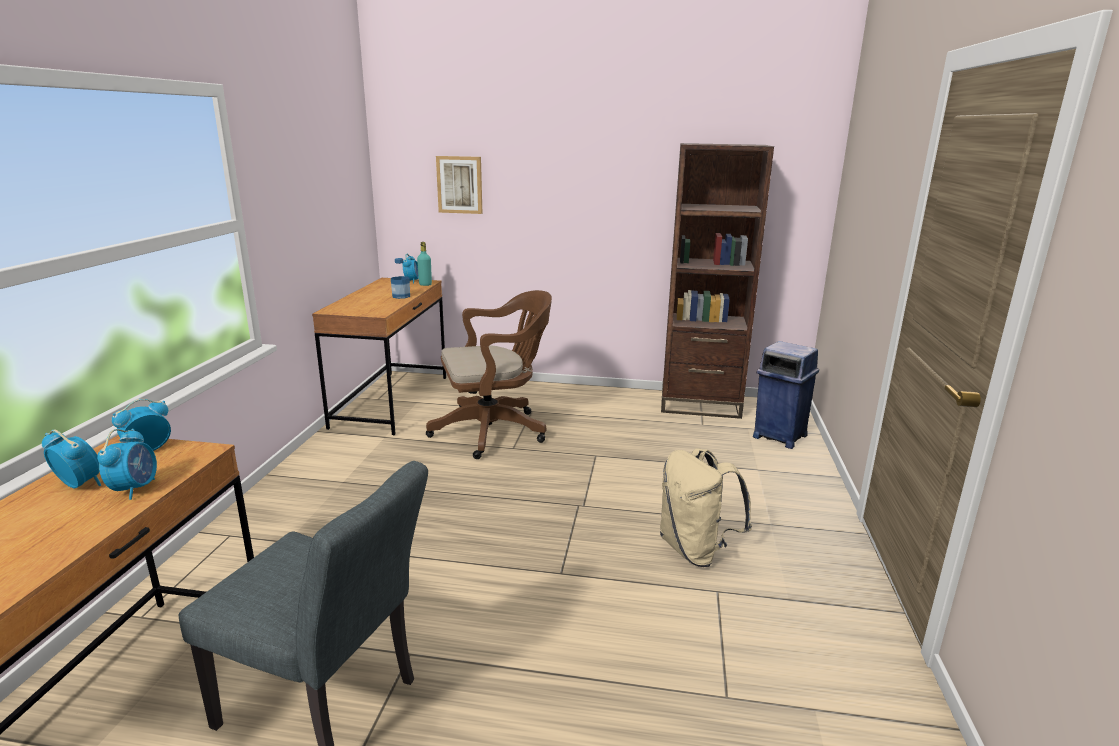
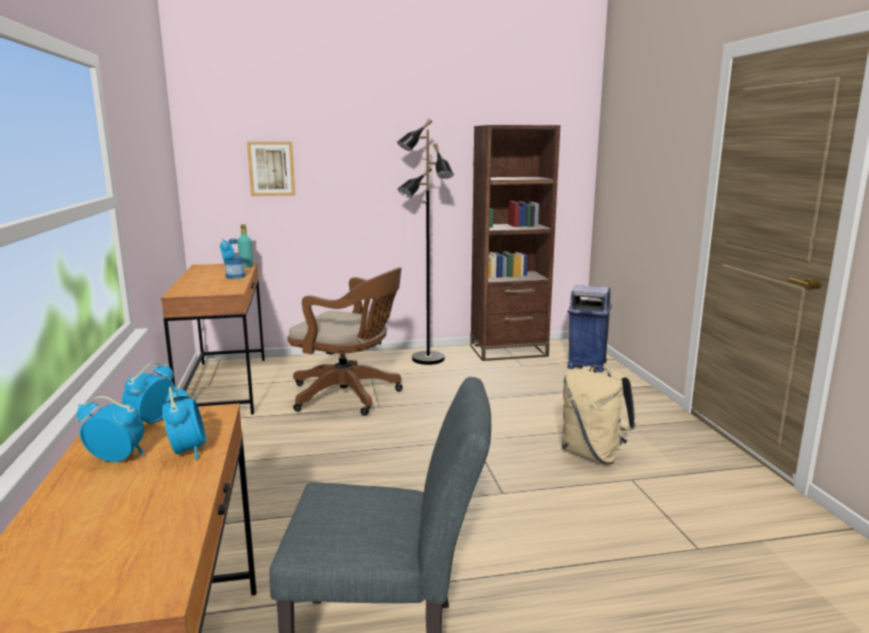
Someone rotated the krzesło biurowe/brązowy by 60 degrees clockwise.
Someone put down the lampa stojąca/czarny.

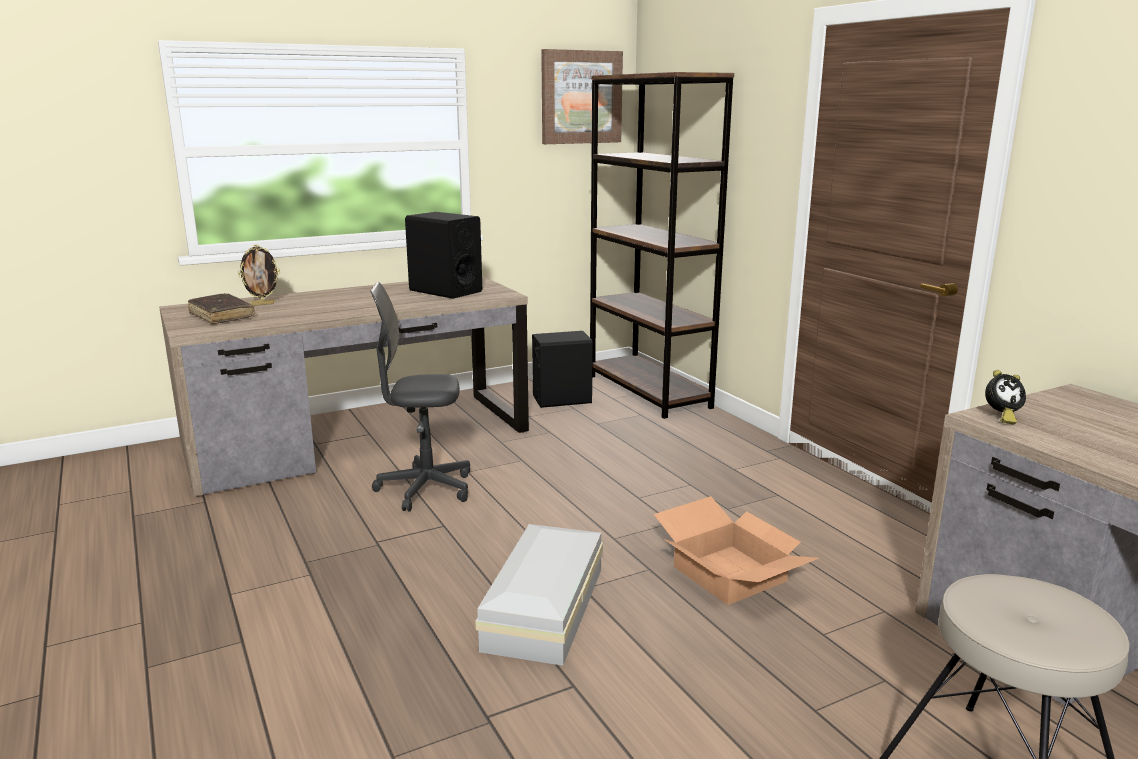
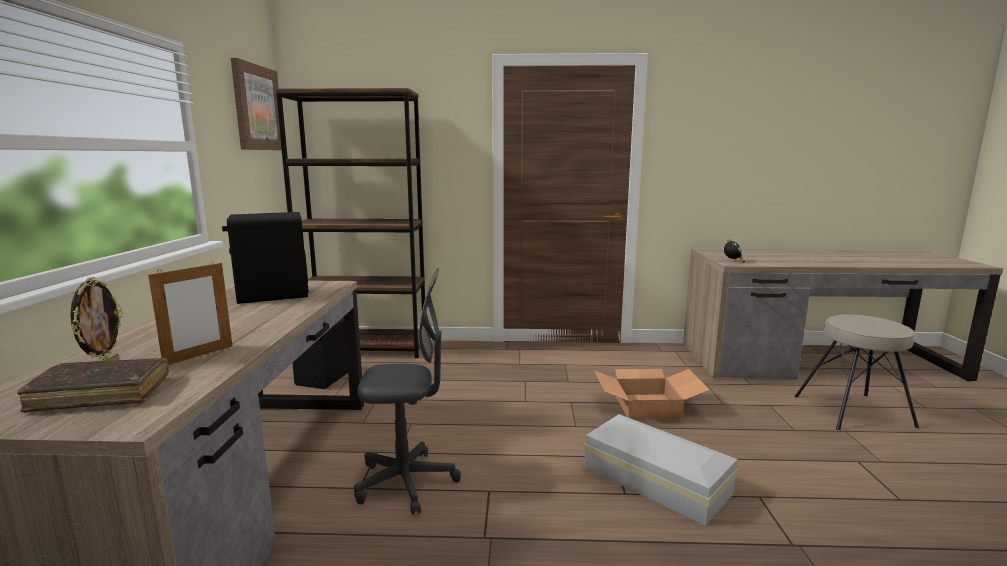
Someone put down the ramka na zdjęcie (2nd from left).
Someone rotated the krzesło biurowe/szary by 120 degrees counterclockwise.

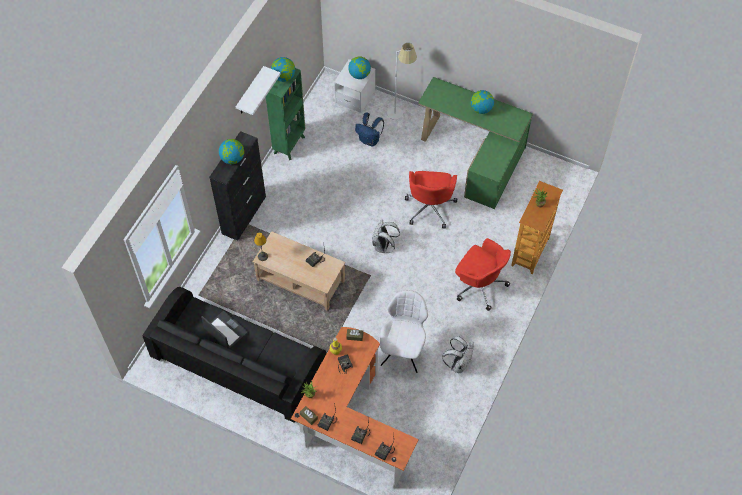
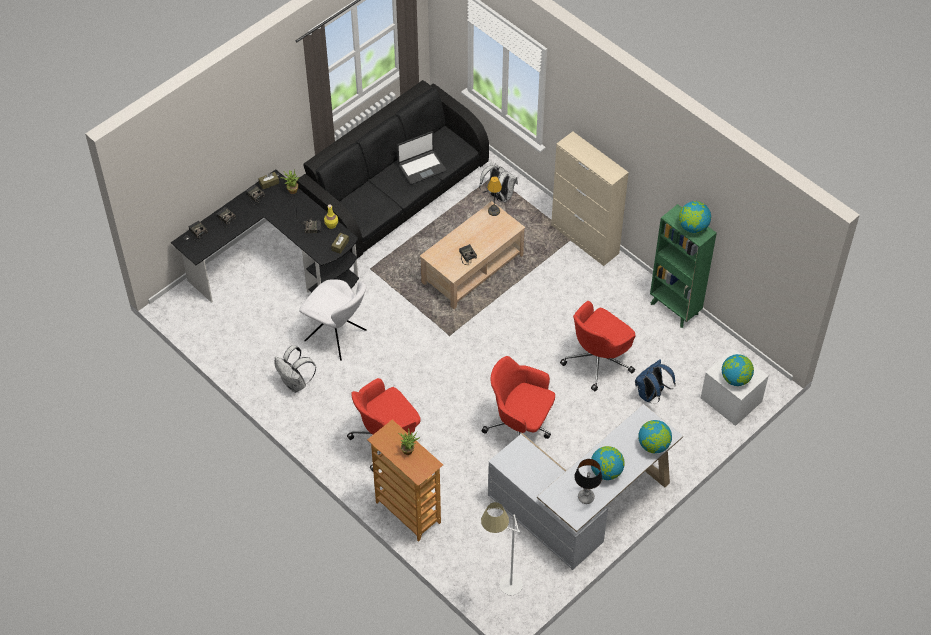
Someone repainted the biurko/pomarańczowy, which became the biurko/czarny.
Someone carried the plecak/biały (1st from left in the first image).
Someone carried the lampa stojąca/biały.
Someone repainted the biurko/zielony, which became the biurko/biały.
Someone repainted the szafka/czarny, which became the szafka/beżowy.
Someone put down the krzesło biurowe/czerwony (3rd from left).
Someone put down the lampa stołowa (2nd from left).
Someone carried the globus (1st from left in the first image).
Someone took away the półka/biały.

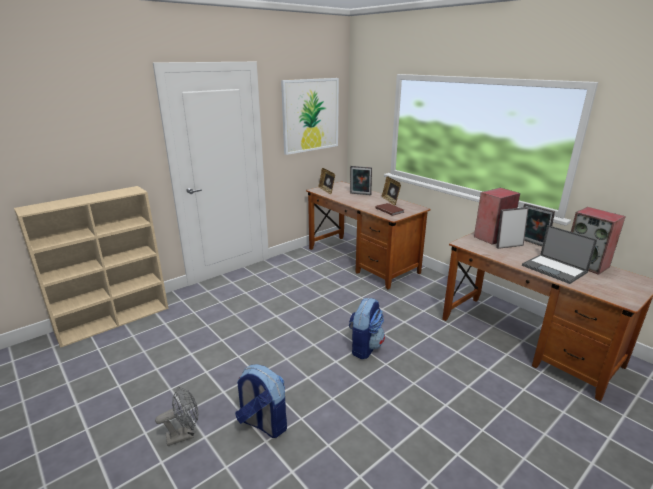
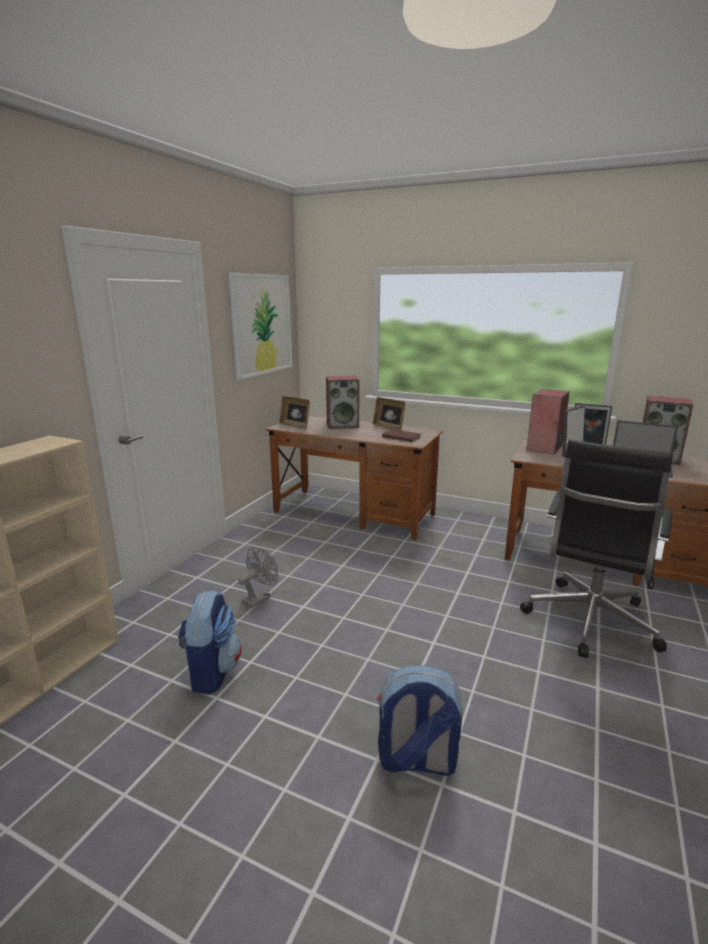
Someone carried the plecak (2nd from left in the first image).
Someone carried the wentylator/szary.
Someone swapped the ramka na zdjęcie (2nd from left) for the głośnik (1st from left).
Someone put down the krzesło biurowe/czarny.

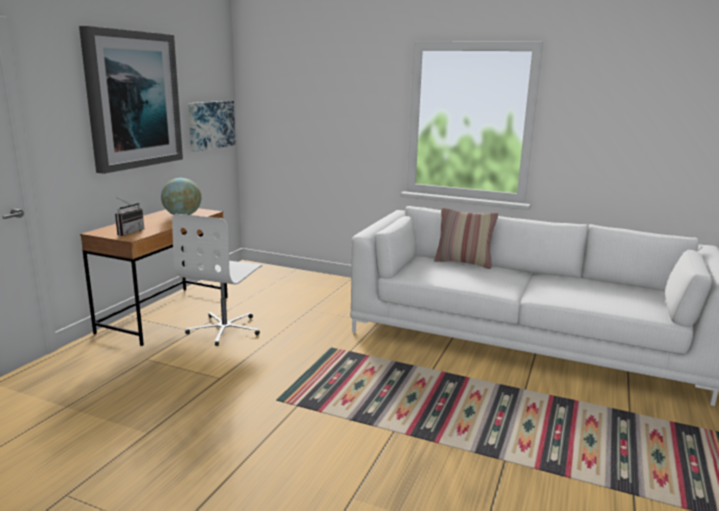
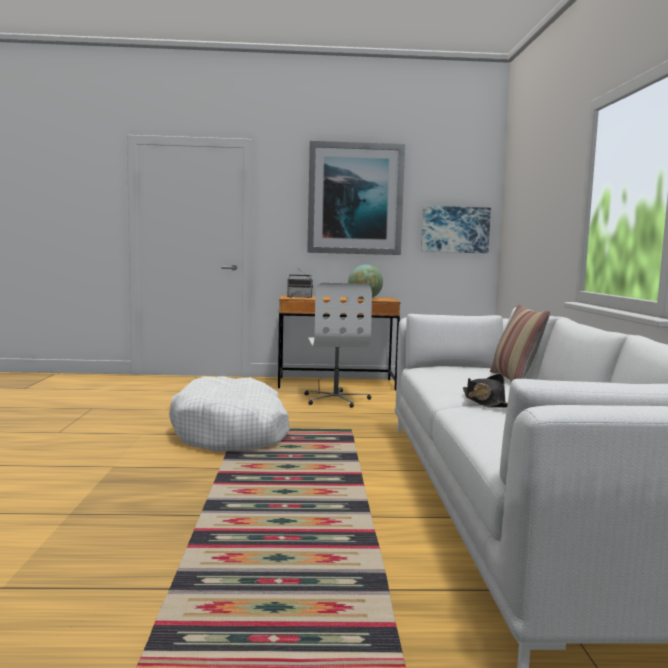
Someone put down the legowisko/biały.
Someone rotated the krzesło biurowe/biały by 90 degrees counterclockwise.
Someone put down the kapelusz/czarny.

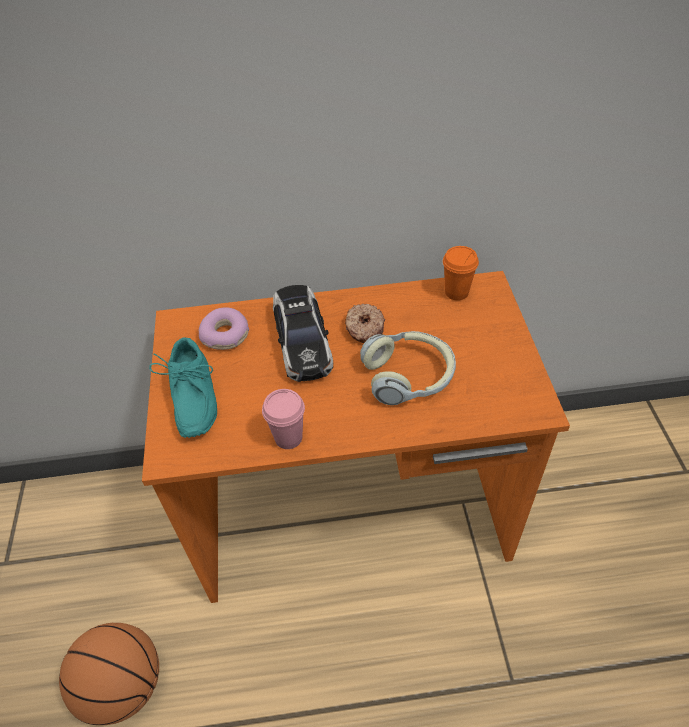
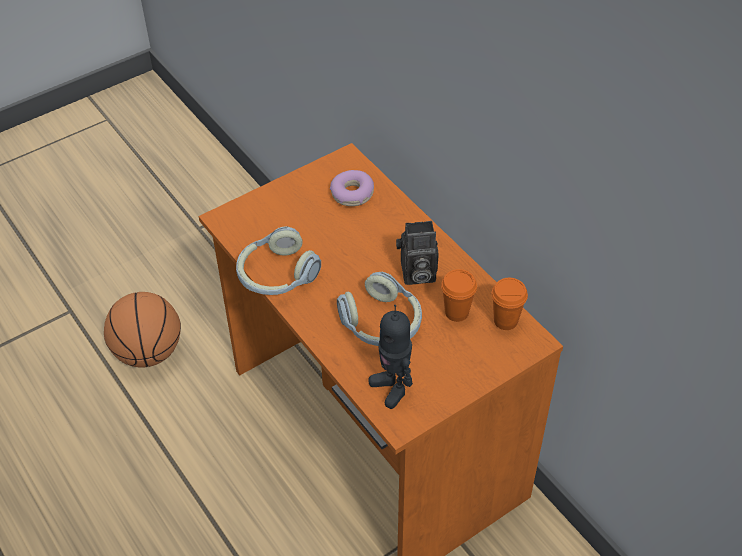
Someone swapped the filiżanka/różowy for the słuchawki (1st from left).
Someone put down the robot zabawkowy.
Someone swapped the donut (2nd from left) for the aparat fotograficzny.
Someone put down the filiżanka/pomarańczowy (1st from left).
Someone took away the but/turkusowy.
Someone took away the samochodzik.

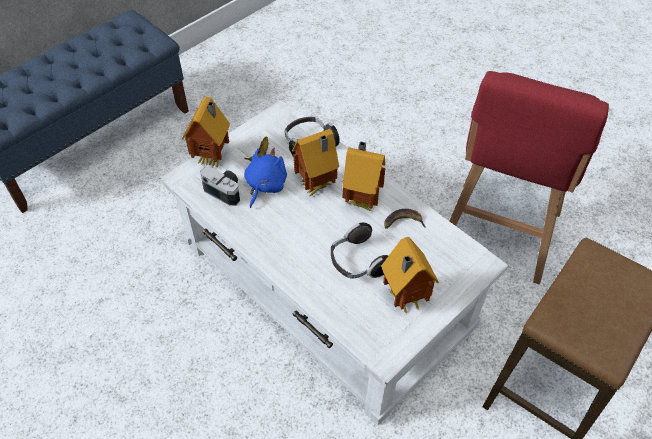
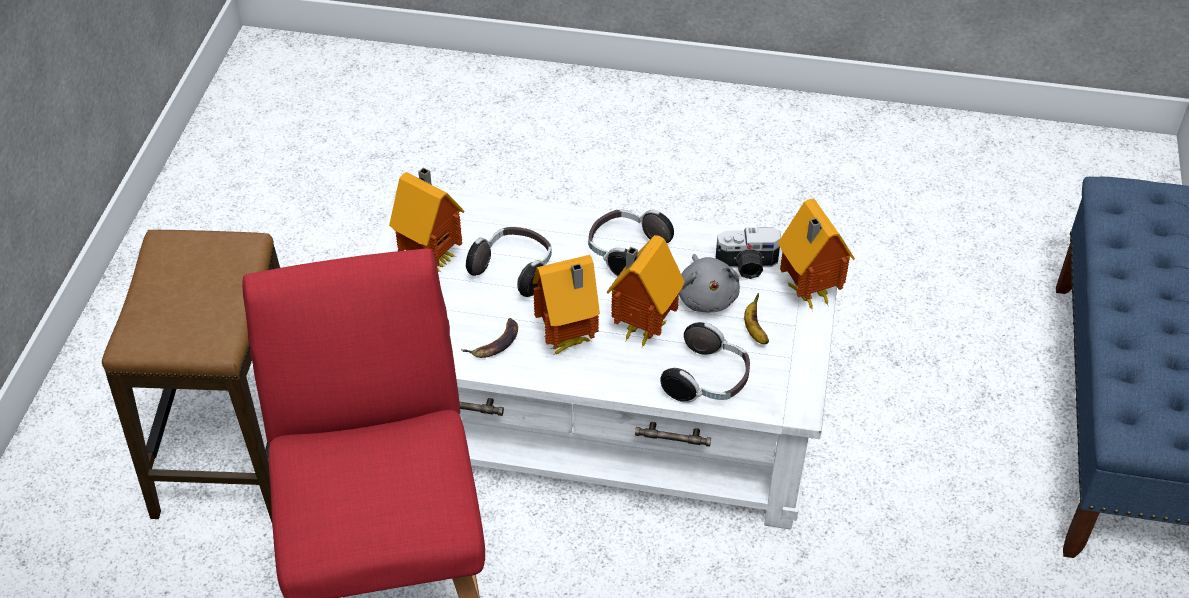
Someone put down the słuchawki (2nd from left).
Someone repainted the pluszak/niebieski, which became the pluszak/szary.

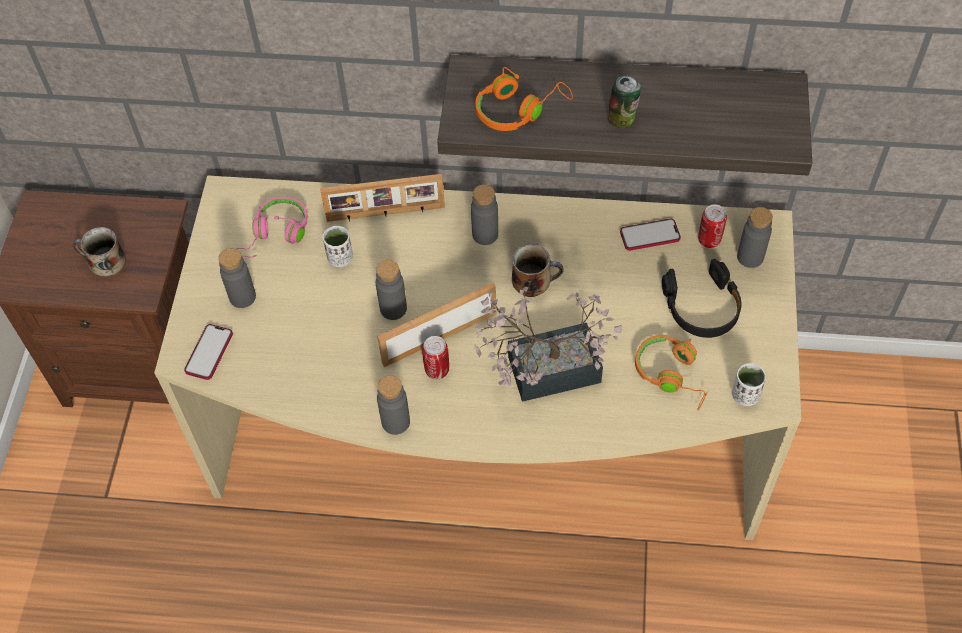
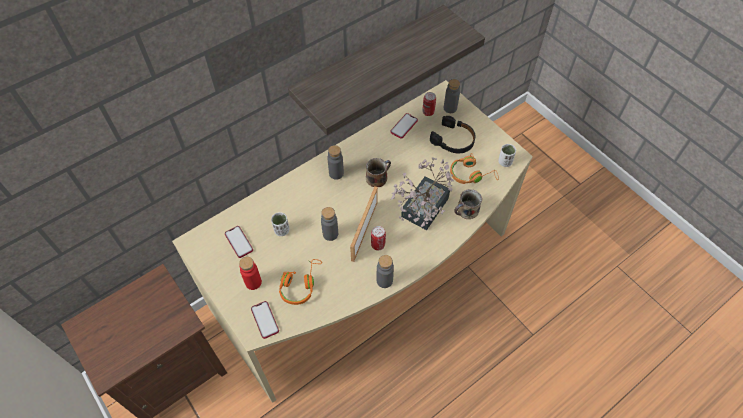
Someone swapped the słuchawki/różowy for the telefon (1st from left).
Someone repainted the butelka/szary (1st from left), which became the butelka/czerwony.
Someone carried the słuchawki/pomarańczowy (1st from left).
Someone carried the kubek (1st from left in the first image).
Someone took away the ramka na zdjęcie (1st from left).
Someone took away the puszka (2nd from left).

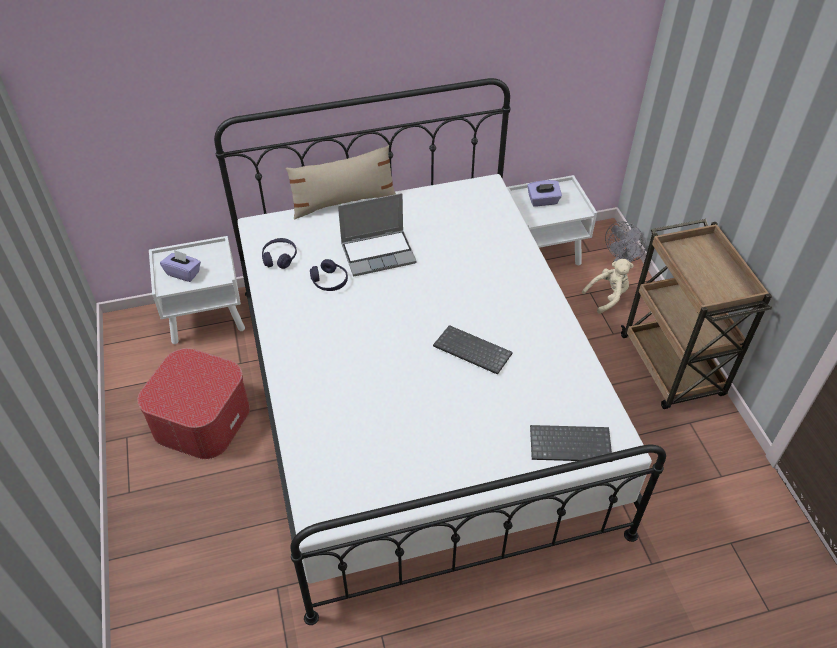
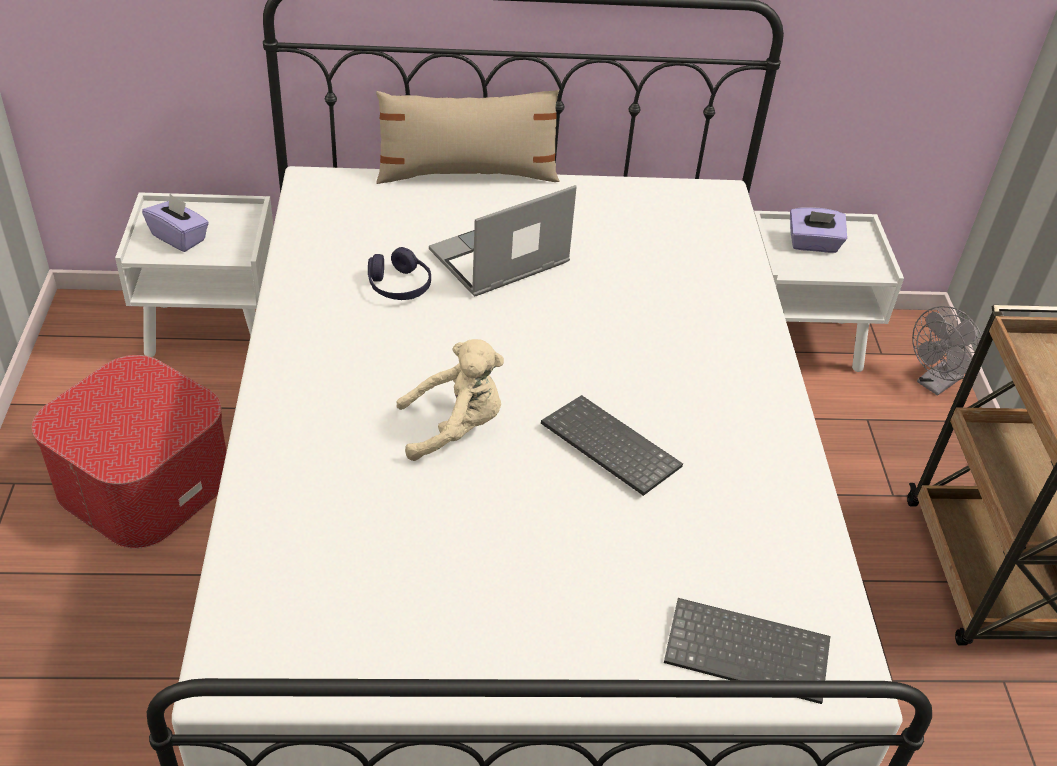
Someone carried the pluszak/beżowy.
Someone rotated the laptop by 150 degrees clockwise.
Someone took away the słuchawki/fioletowy (1st from left).

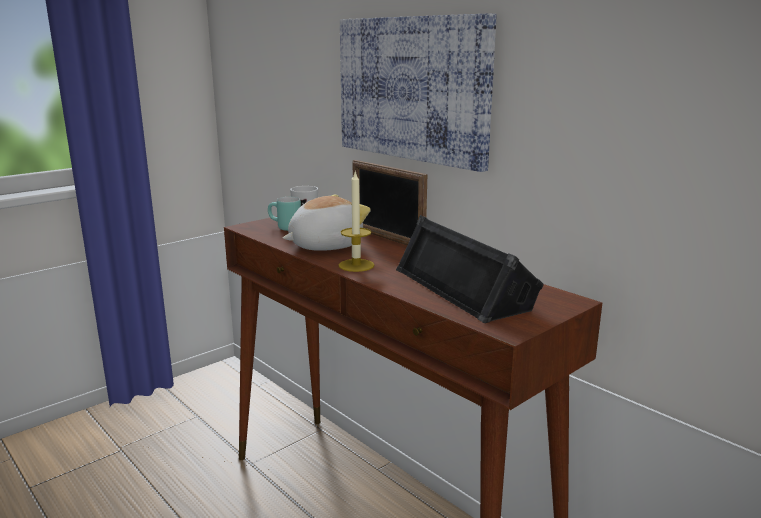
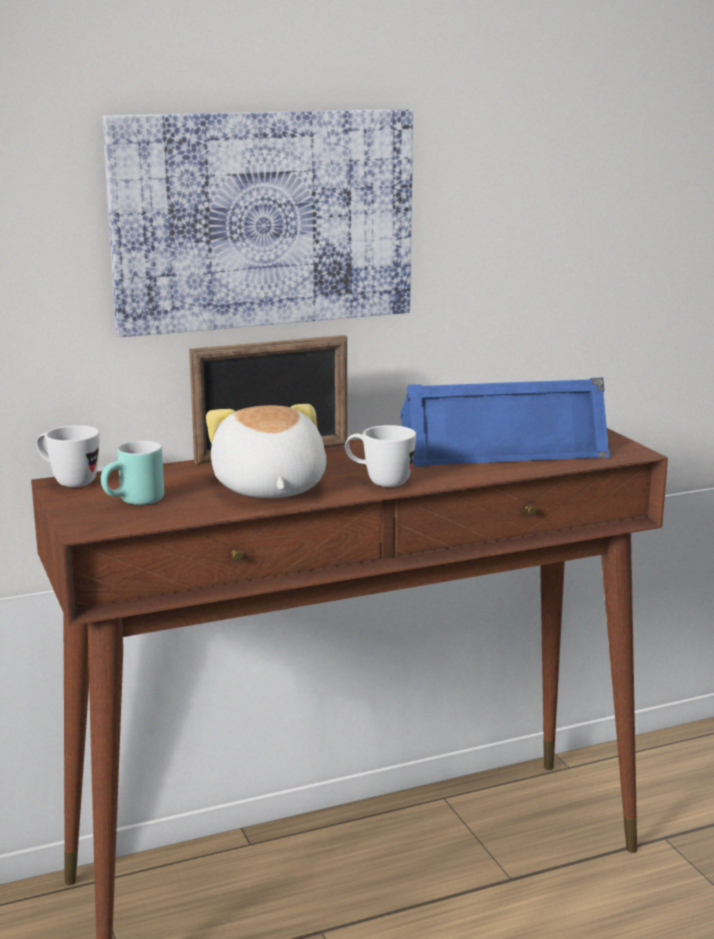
Someone swapped the świeca for the kubek/biały (2nd from left).
Someone repainted the głośnik/czarny, which became the głośnik/niebieski.

